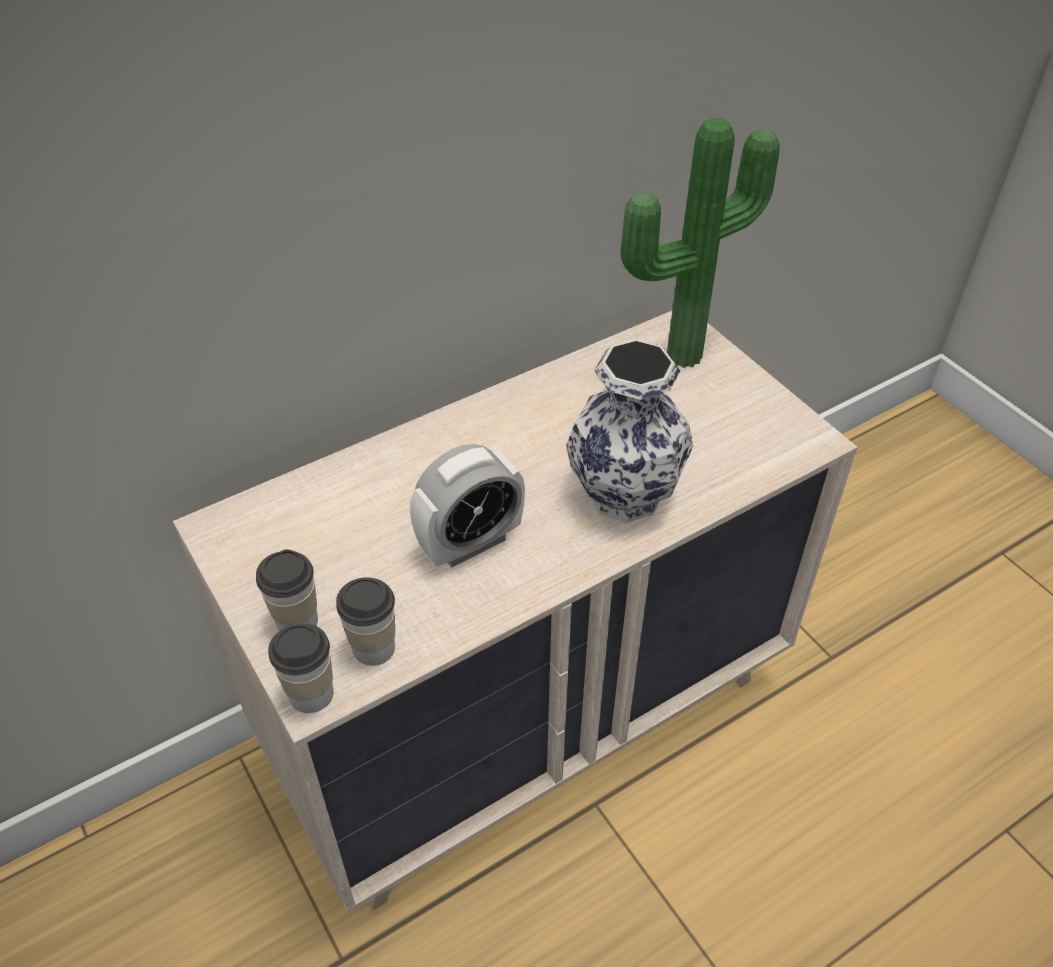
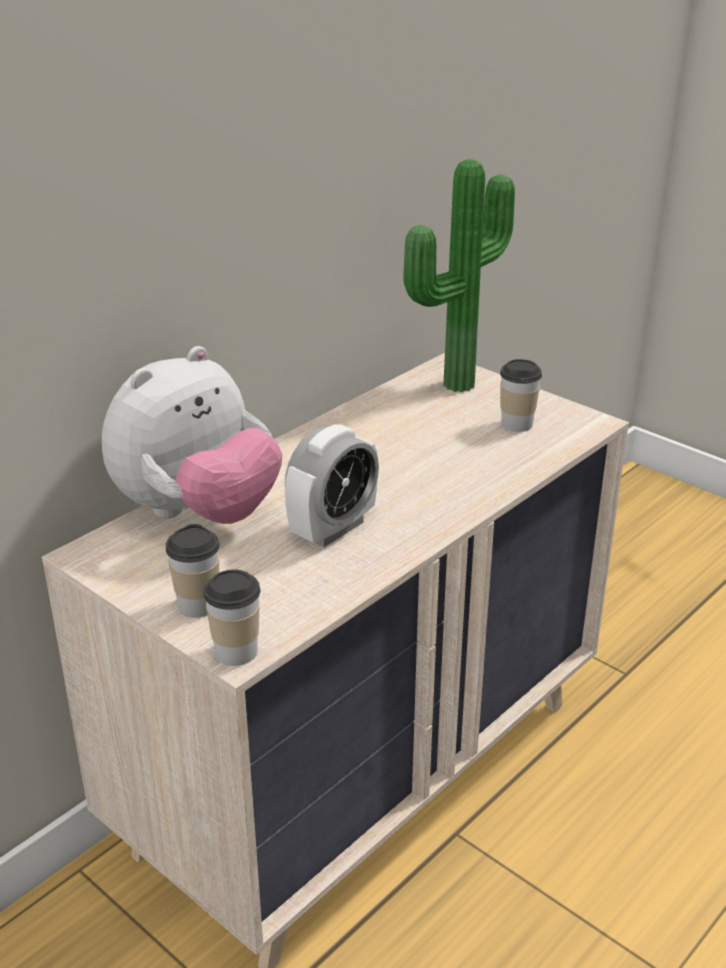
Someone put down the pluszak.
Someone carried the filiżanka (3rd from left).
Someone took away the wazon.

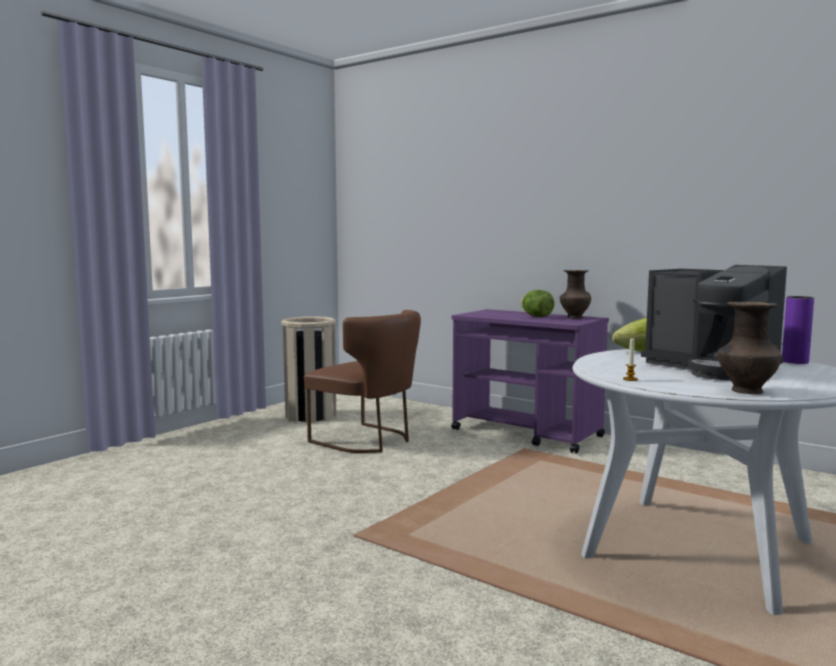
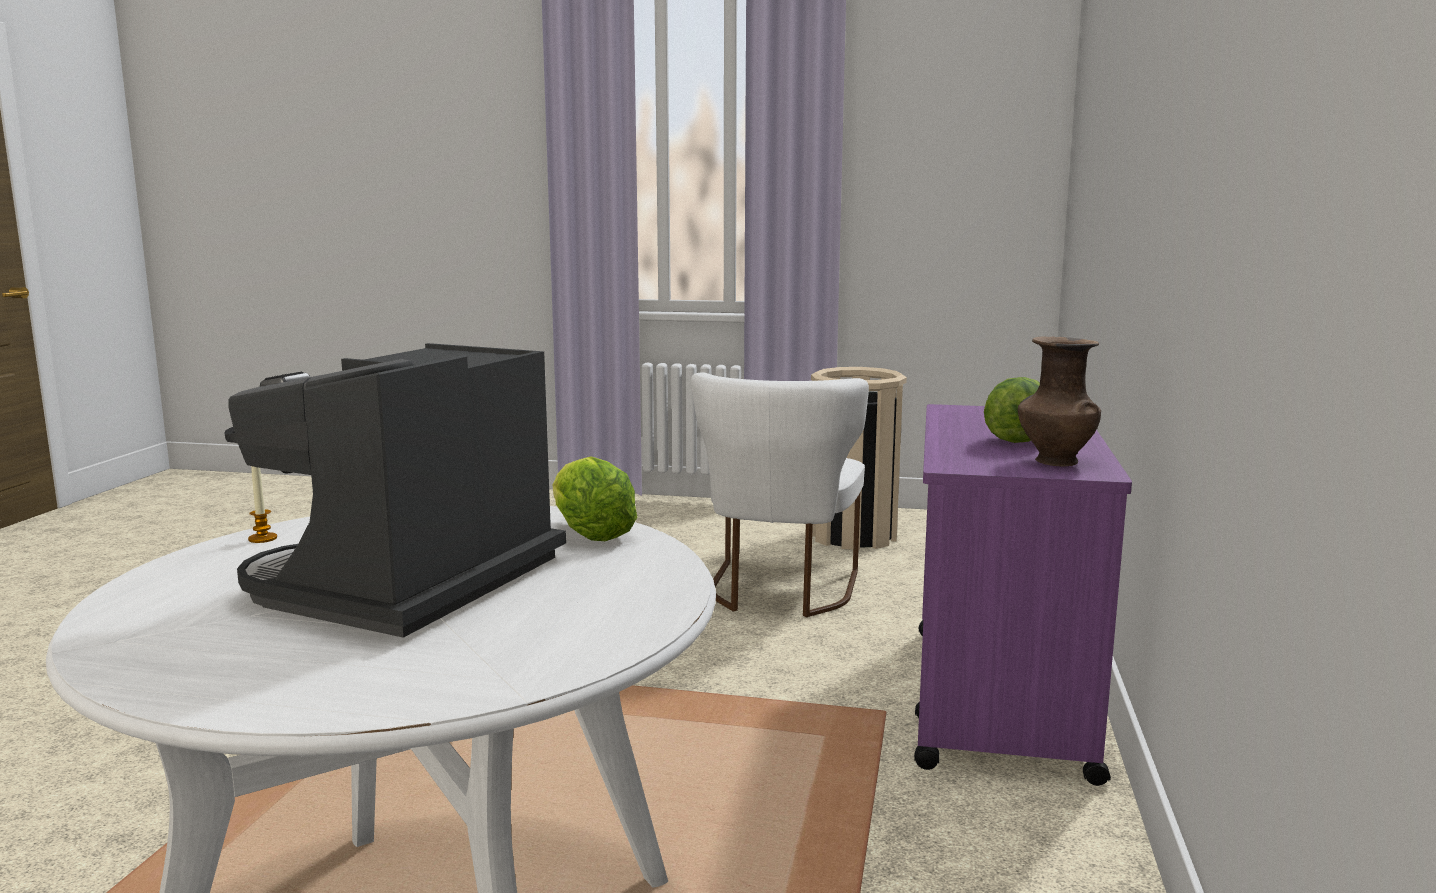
Someone repainted the krzesło/brązowy, which became the krzesło/biały.
Someone took away the wazon/brązowy (2nd from left).
Someone took away the wazon/fioletowy.

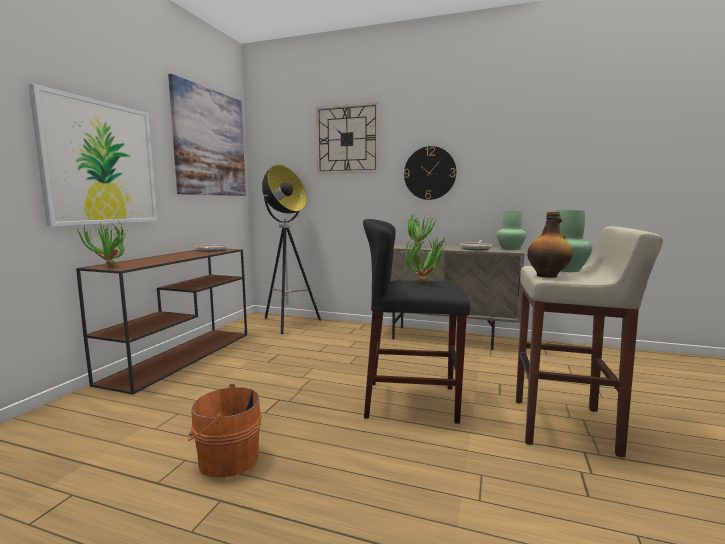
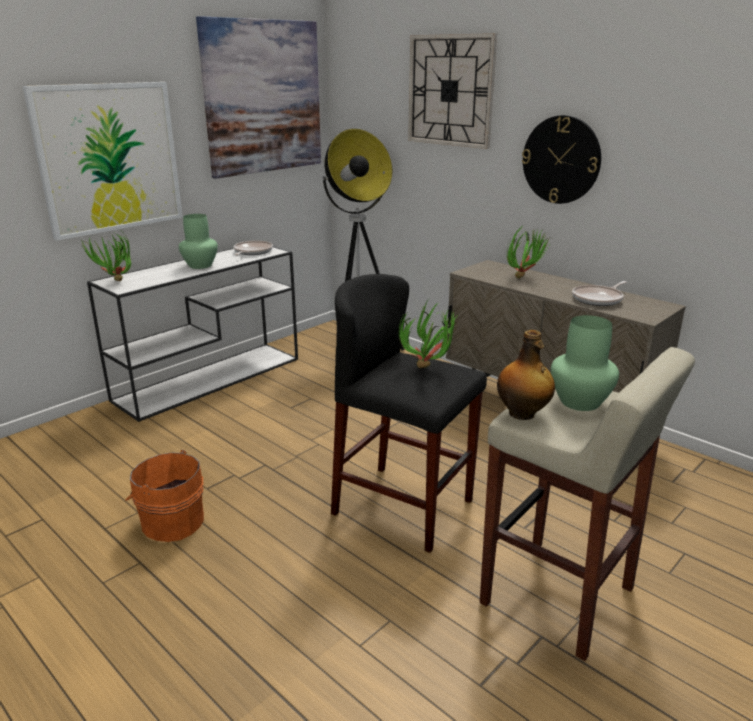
Someone repainted the stolik konsolowy/brązowy, which became the stolik konsolowy/biały.
Someone carried the wazon/zielony (1st from left).

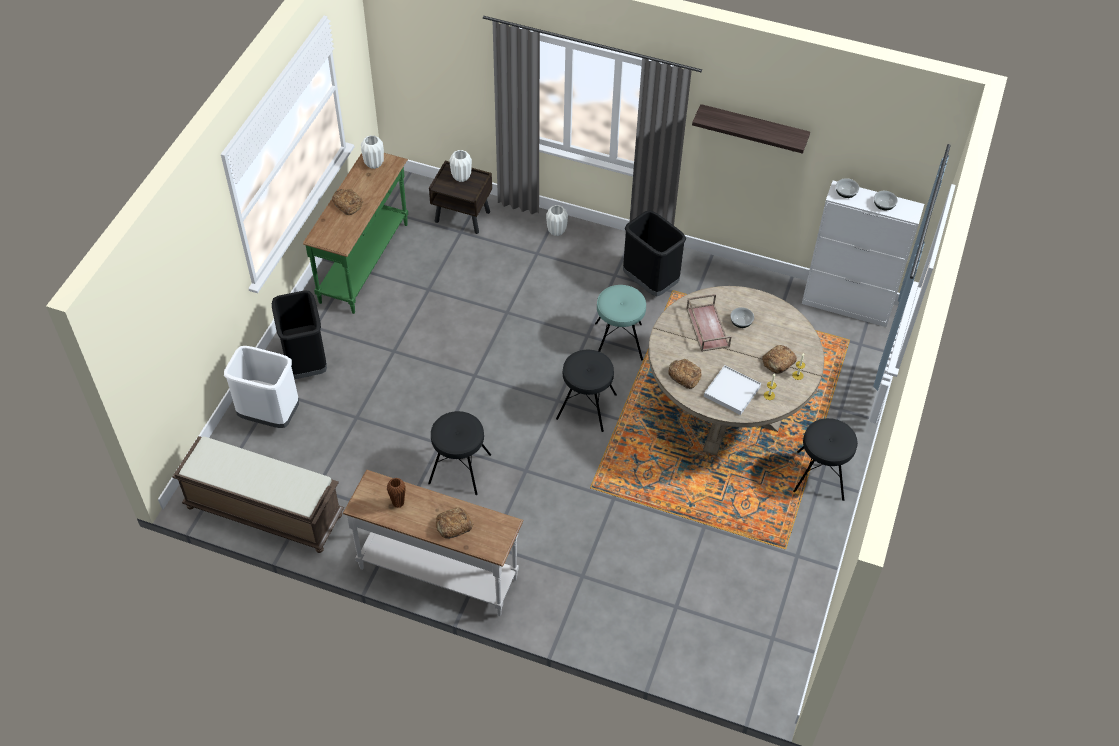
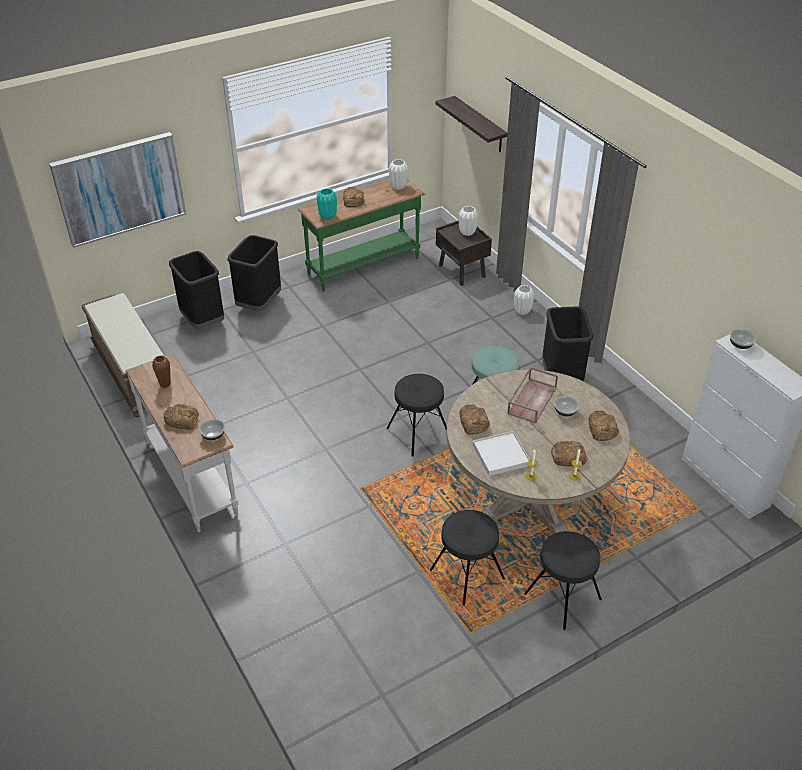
Someone put up the obraz.
Someone repainted the kosz na śmieci/biały, which became the kosz na śmieci/czarny (1st from left).
Someone carried the miska (3rd from left in the first image).
Someone put down the wazon/turkusowy.
Someone carried the stołek/czarny (1st from left in the first image).
Someone carried the półka.
Someone put down the chleb (5th from left).

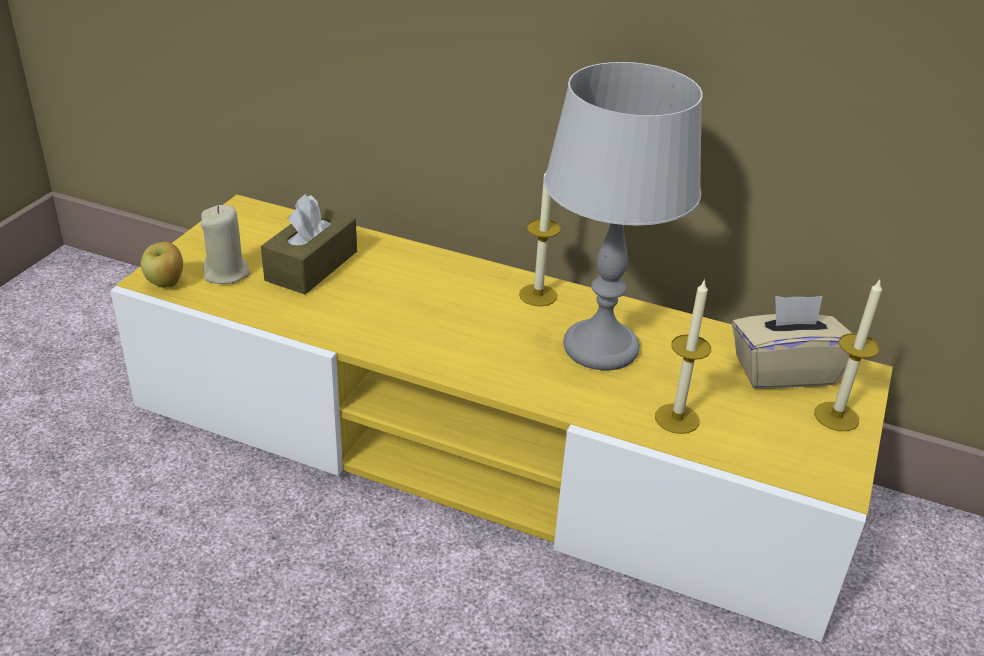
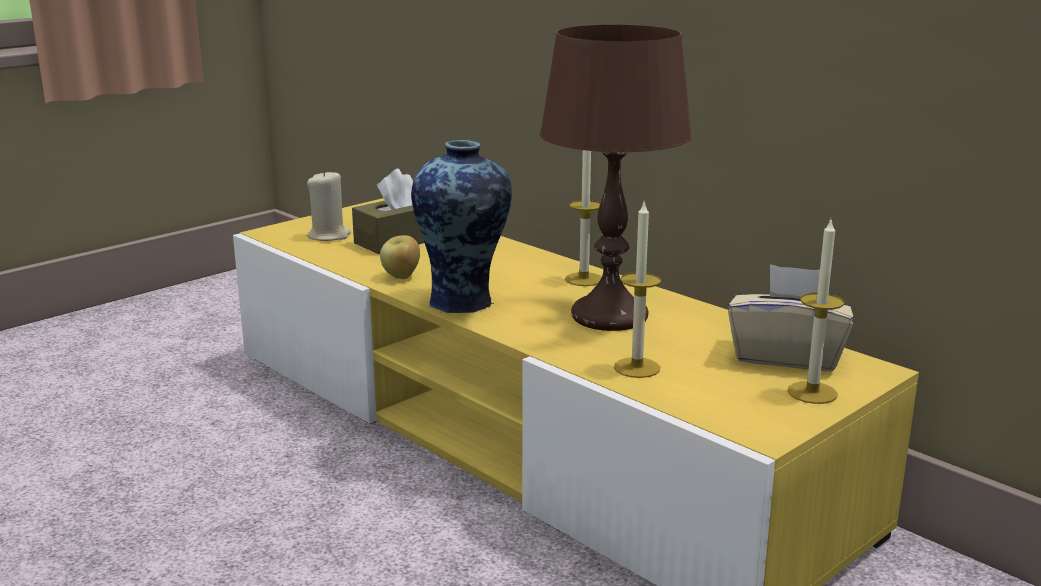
Someone carried the jabłko.
Someone put down the wazon.
Someone repainted the lampa stołowa/szary, which became the lampa stołowa/brązowy.

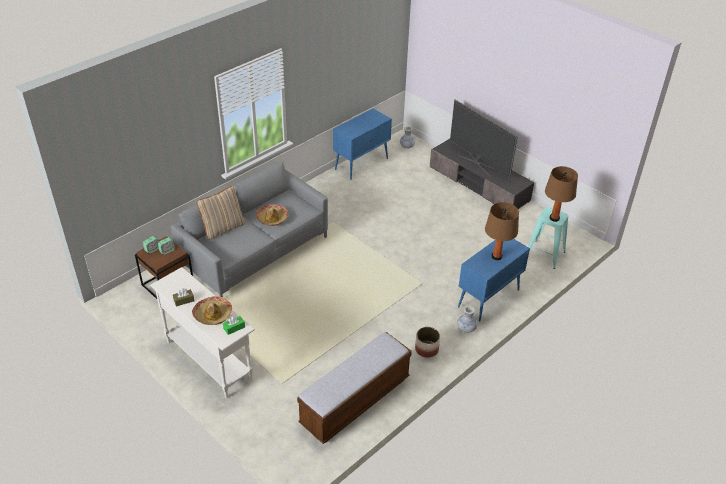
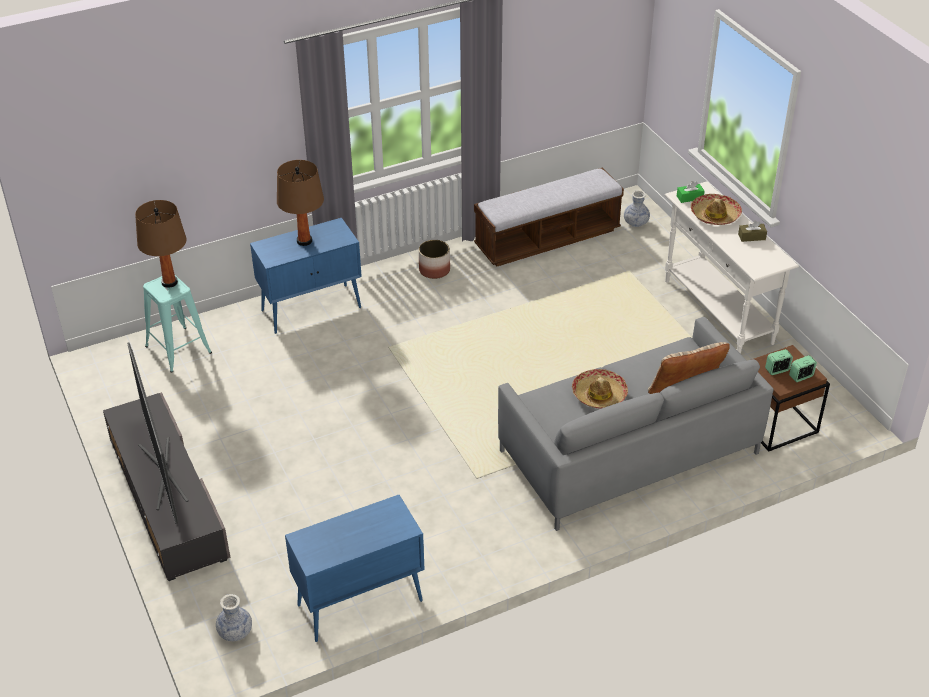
Someone carried the wazon (2nd from left).

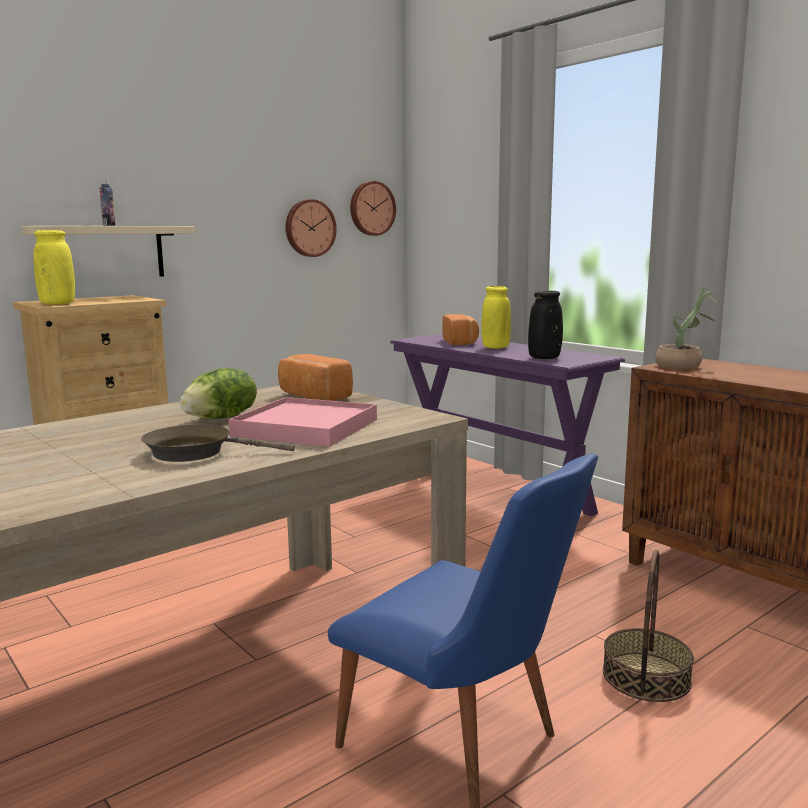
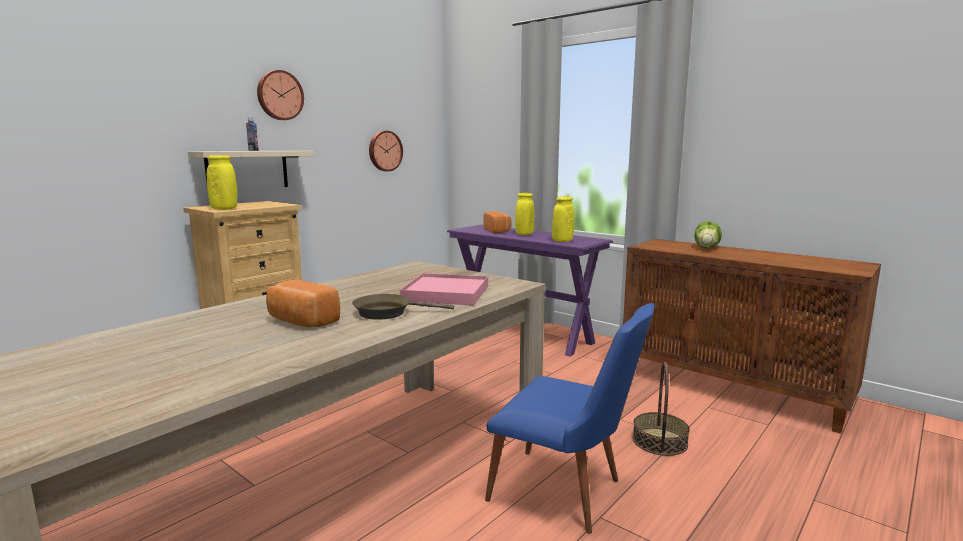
Someone carried the zegar ścienny (2nd from left in the first image).
Someone carried the chleb (1st from left).
Someone repainted the wazon/czarny, which became the wazon/żółty (3rd from left).
Someone carried the sałata.
Someone took away the roślina doniczkowa.

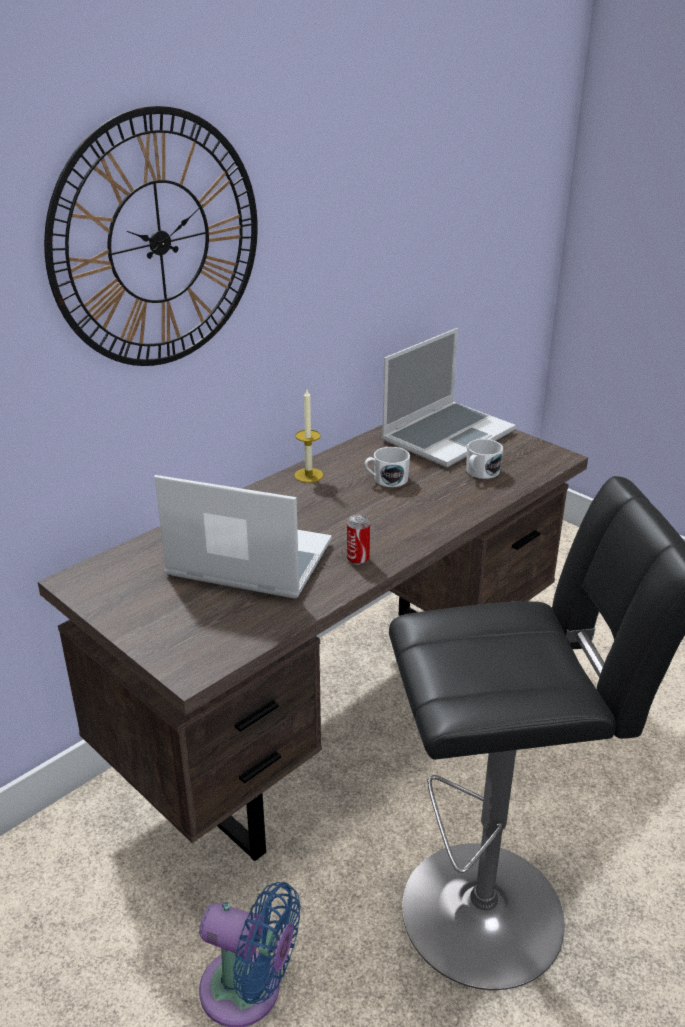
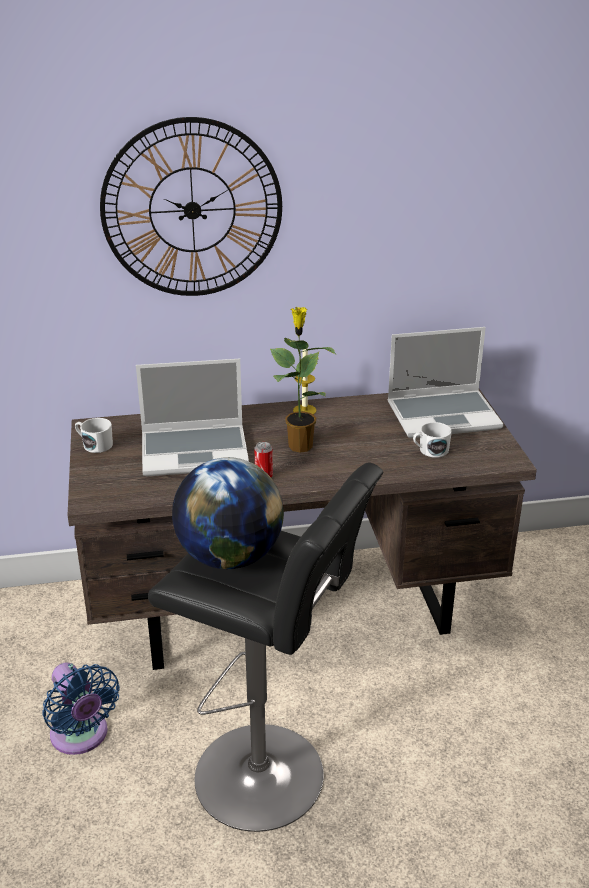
Someone carried the kubek/biały (1st from left).
Someone rotated the laptop (1st from left) by 120 degrees clockwise.
Someone put down the globus.
Someone put down the roślina doniczkowa.

